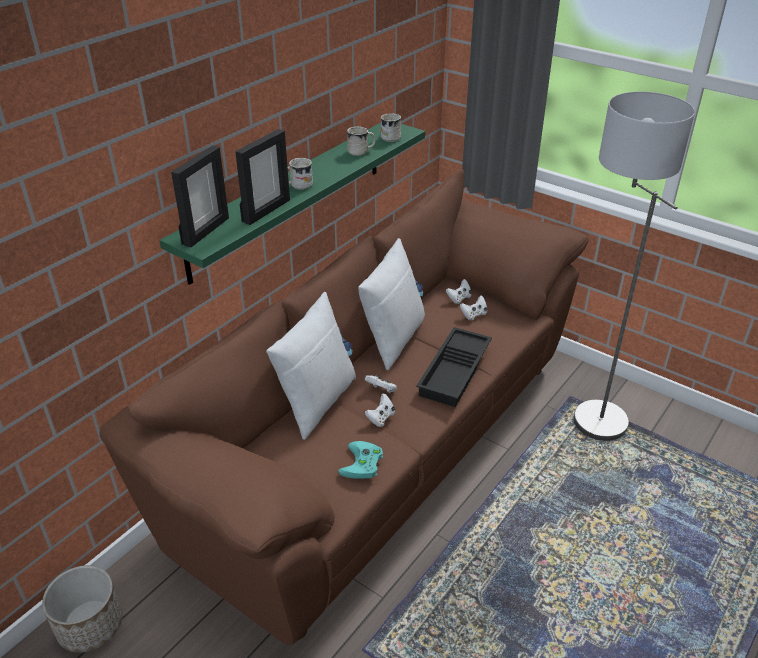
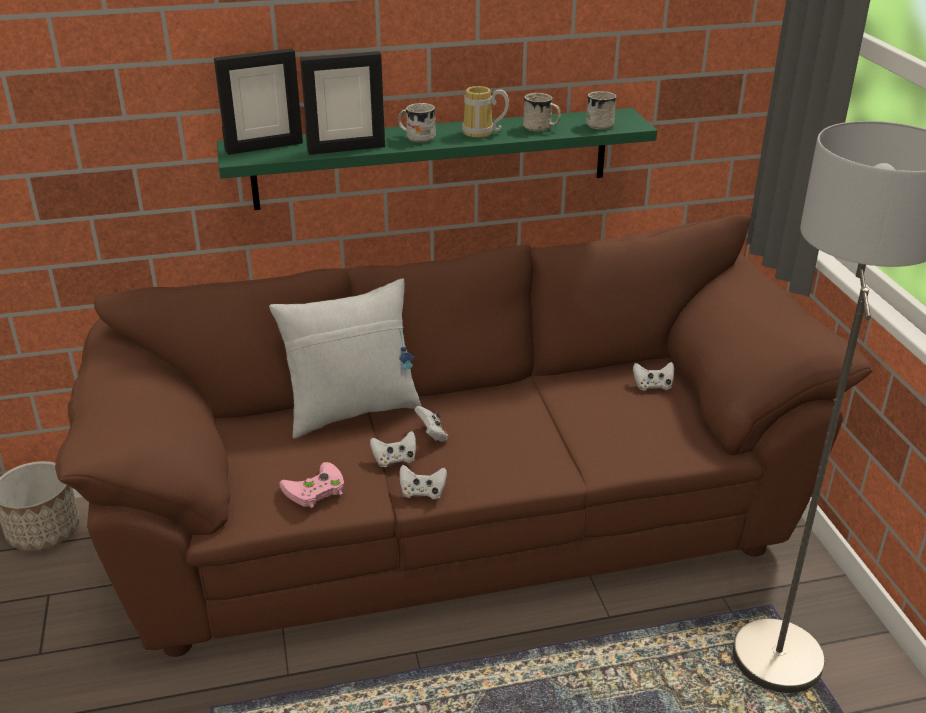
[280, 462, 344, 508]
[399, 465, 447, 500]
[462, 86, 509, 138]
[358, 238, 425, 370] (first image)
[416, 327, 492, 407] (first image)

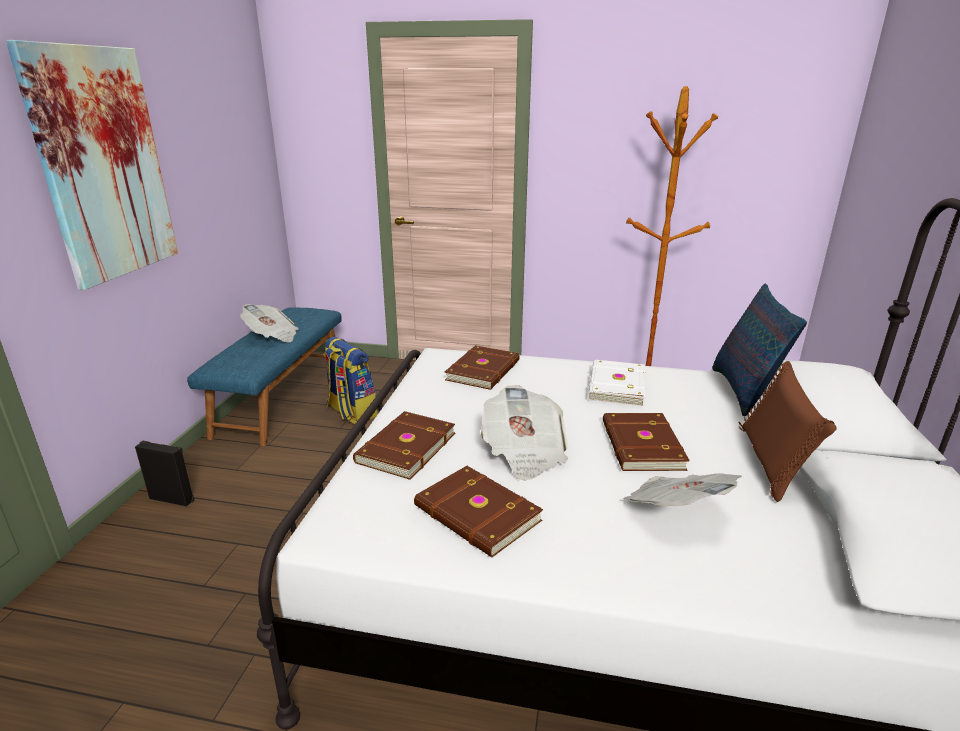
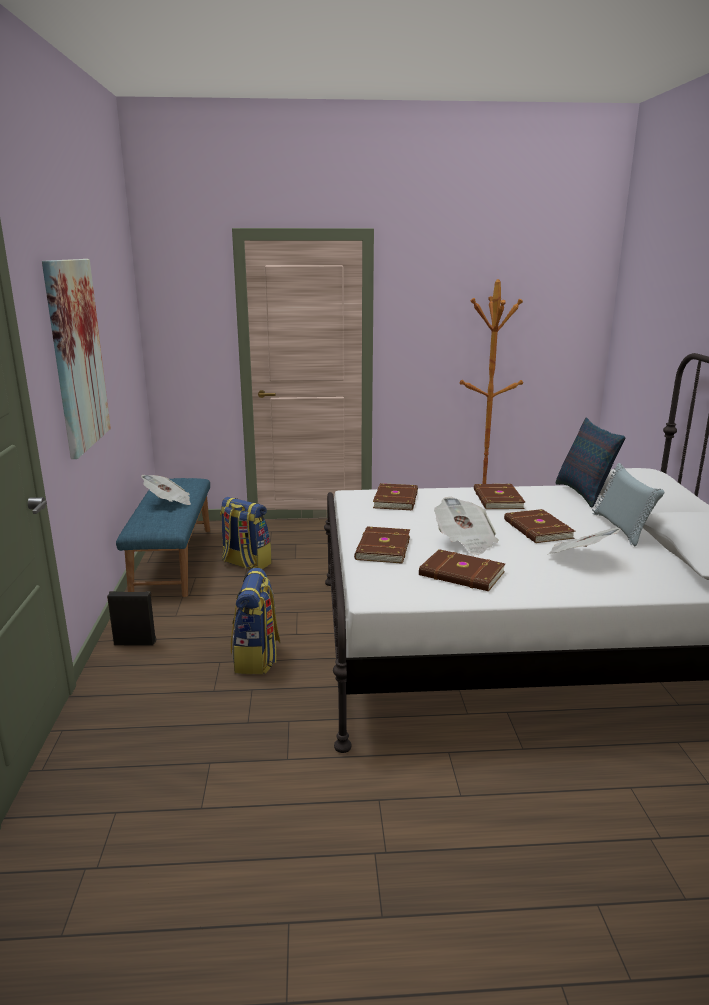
[231, 568, 281, 674]
[474, 484, 525, 509]
[592, 463, 664, 546]

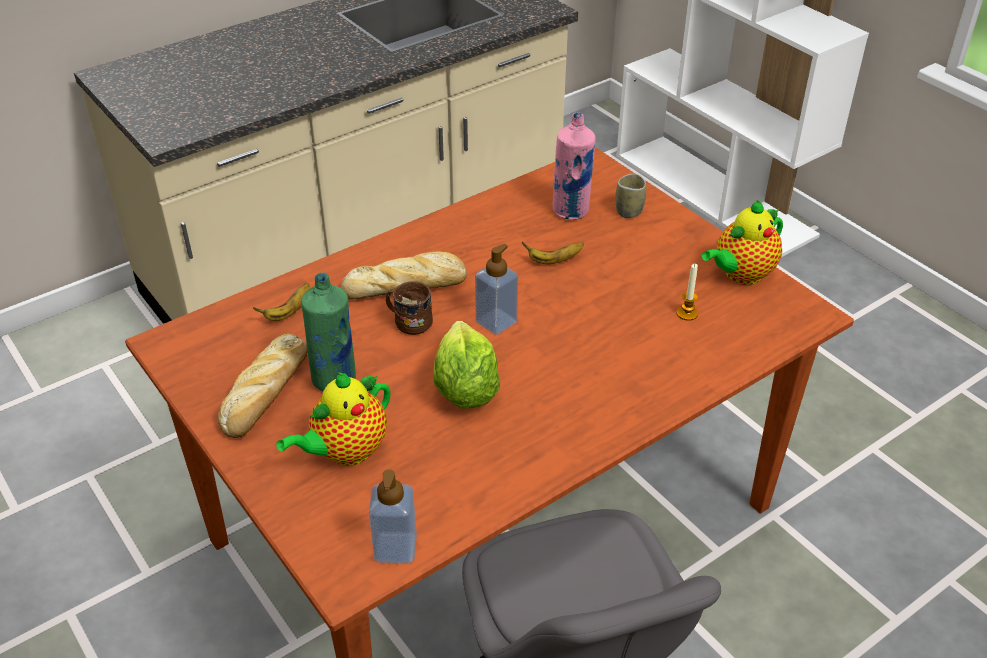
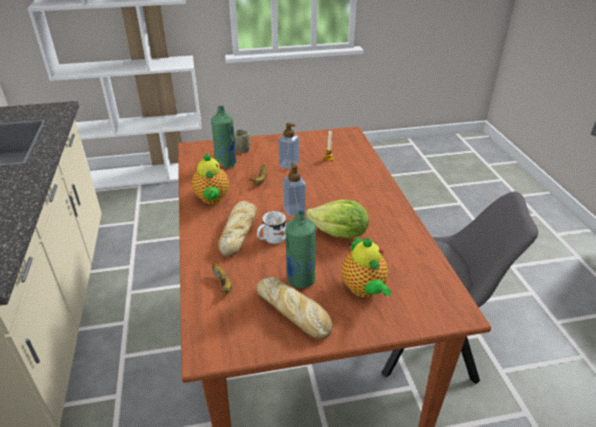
[192, 153, 229, 204]
[211, 105, 237, 169]
[257, 211, 286, 245]
[279, 123, 299, 169]

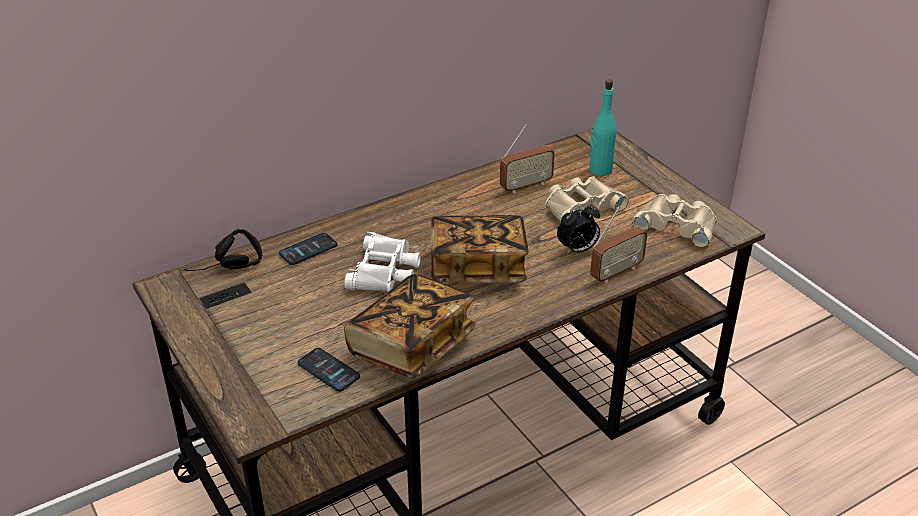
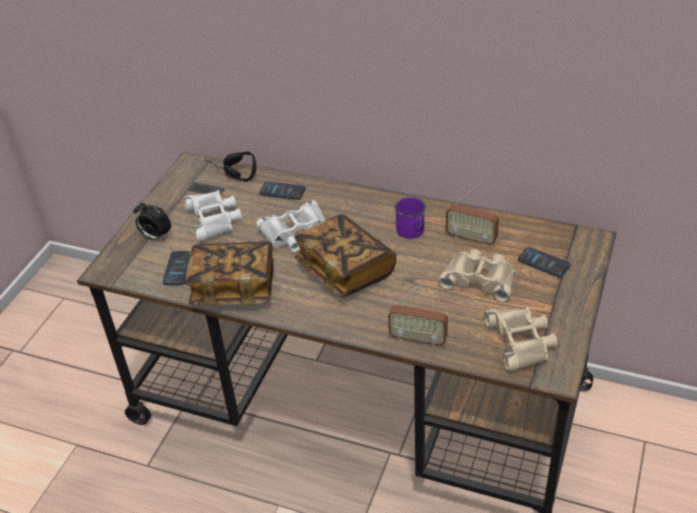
[133, 201, 171, 241]
[184, 190, 242, 242]
[395, 197, 426, 239]
[518, 247, 570, 277]

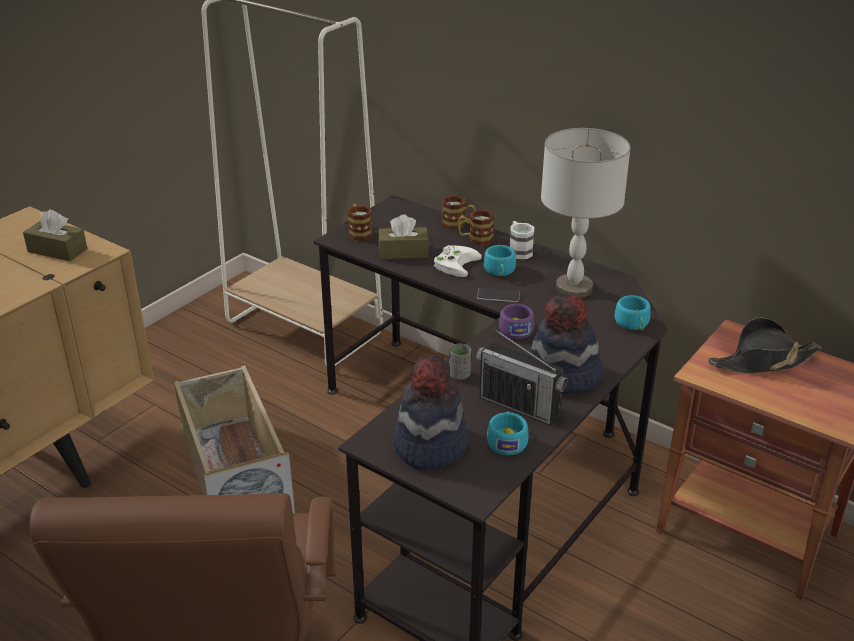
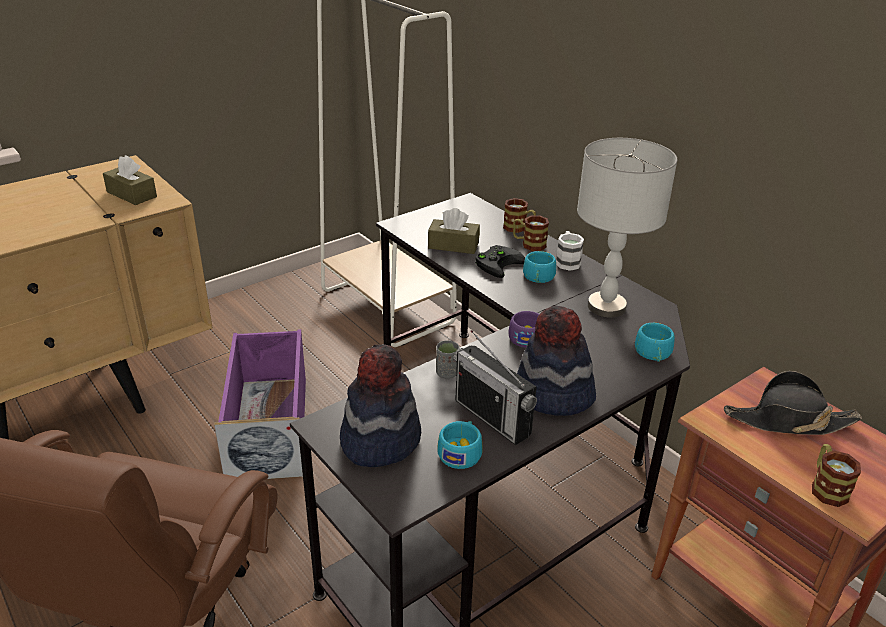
[214, 329, 306, 479]
[475, 245, 525, 278]
[812, 444, 861, 507]
[477, 288, 520, 302] (first image)

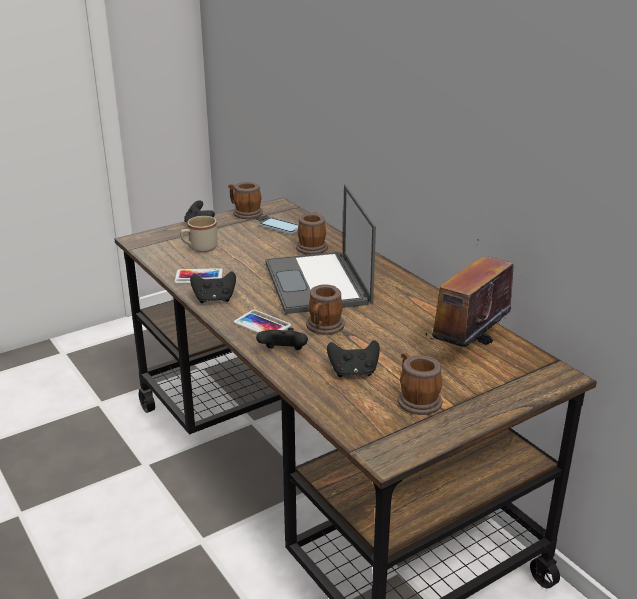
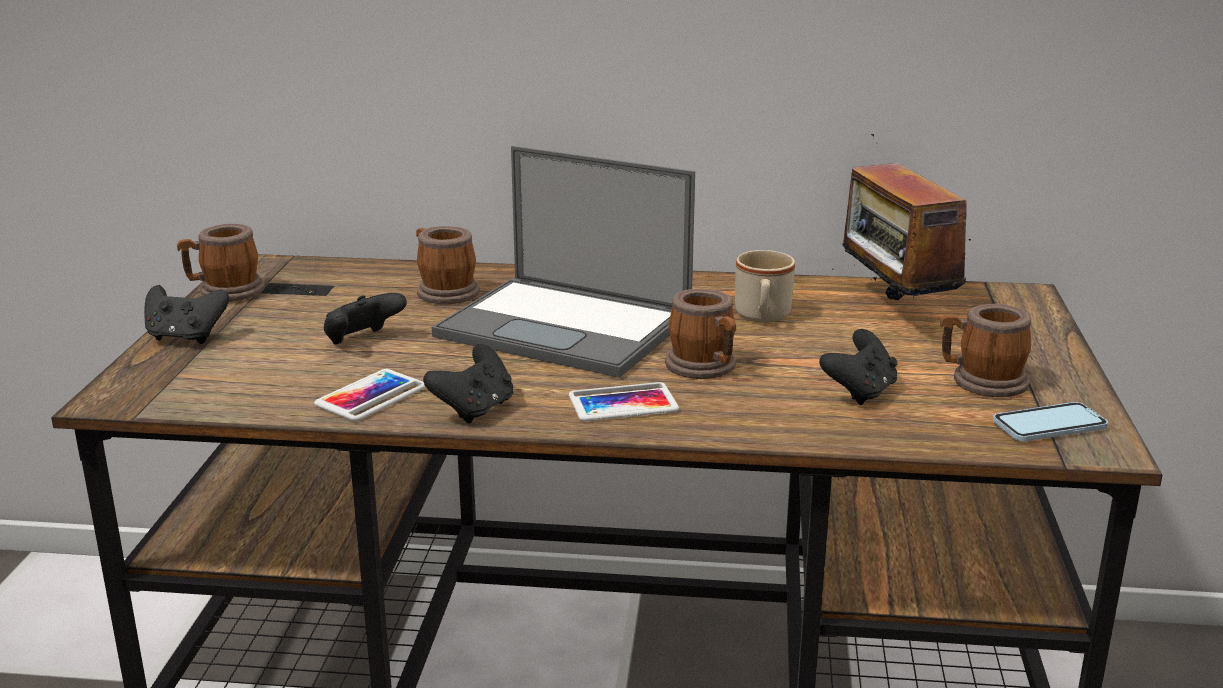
[324, 293, 407, 345]
[735, 250, 795, 322]
[993, 402, 1108, 441]

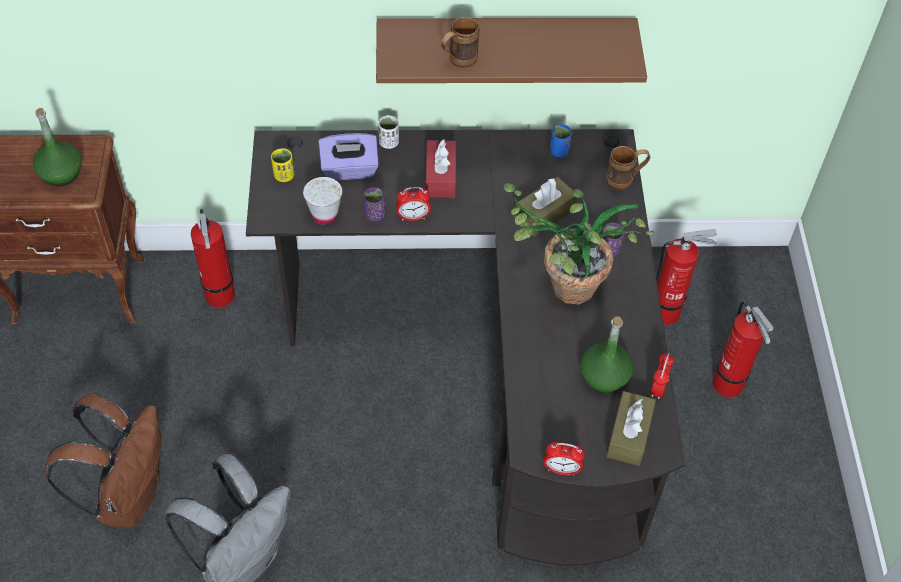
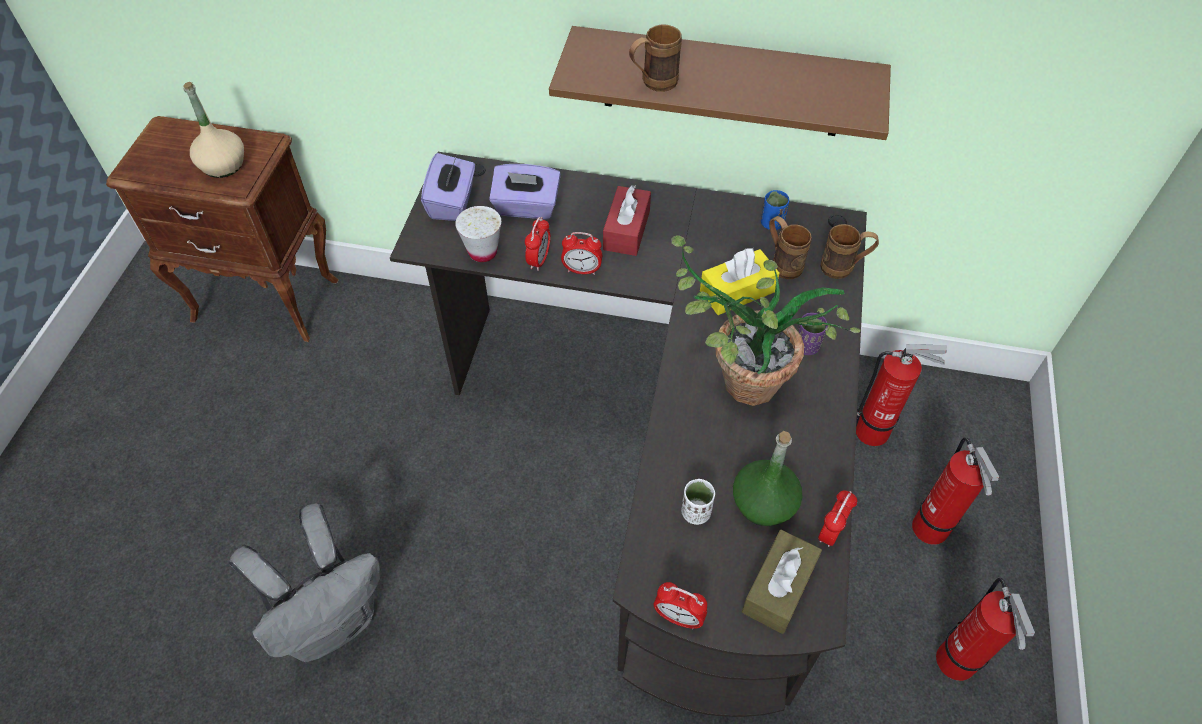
[183, 82, 244, 178]
[421, 153, 475, 221]
[525, 217, 550, 271]
[681, 479, 715, 525]
[700, 248, 780, 315]
[769, 216, 812, 279]
[936, 578, 1035, 681]
[46, 393, 161, 528] (first image)

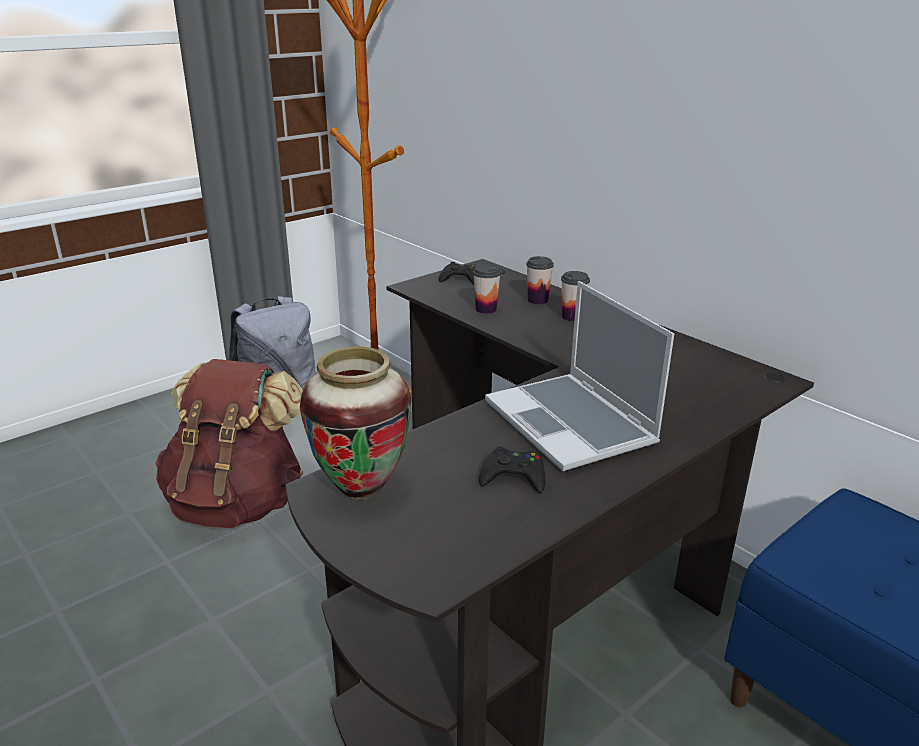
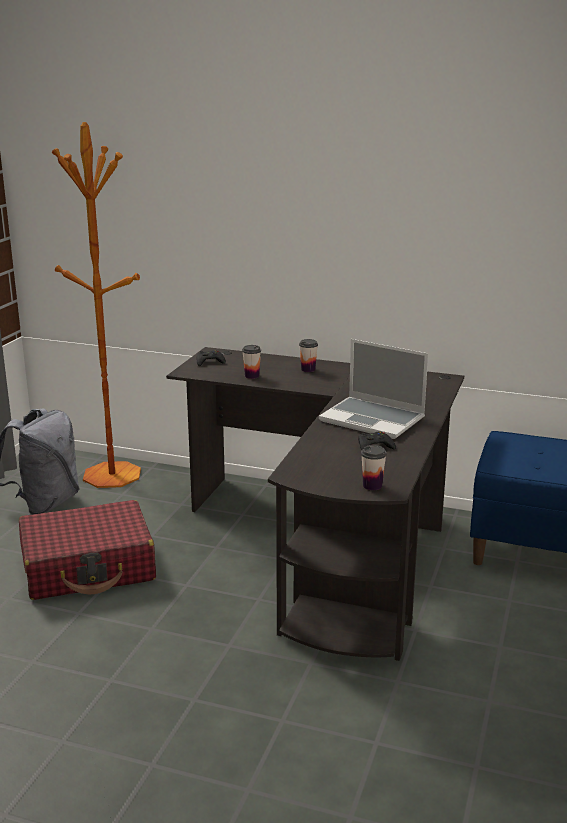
[19, 500, 156, 600]
[361, 445, 387, 491]
[300, 346, 411, 501] (first image)

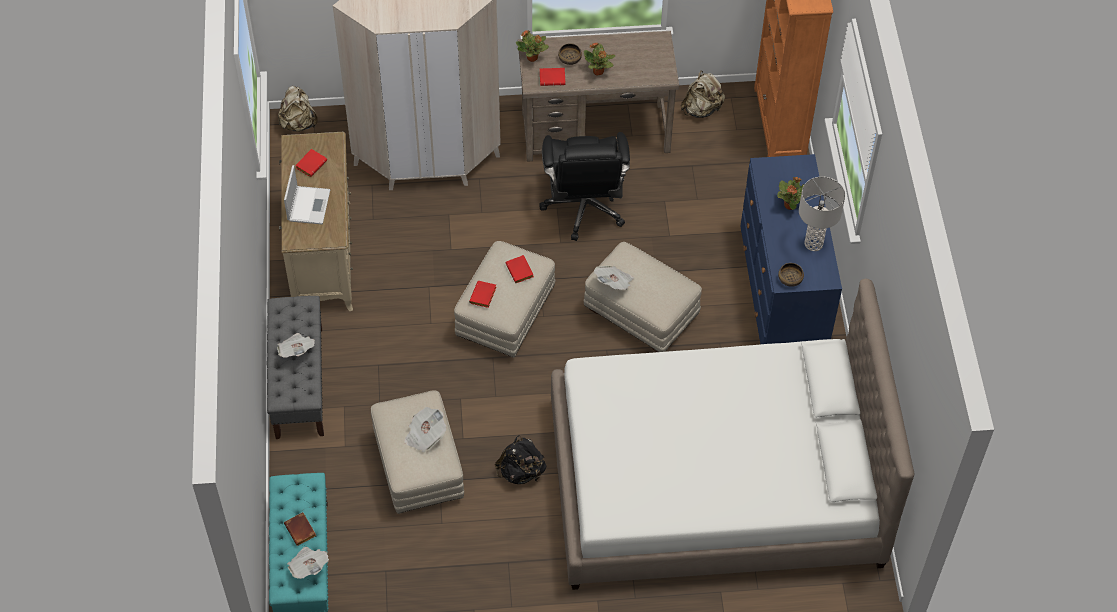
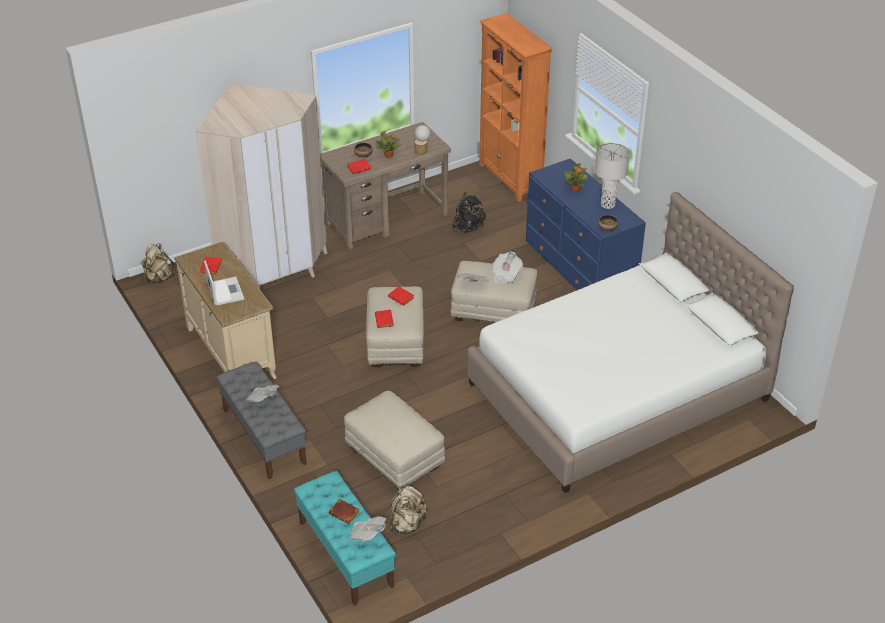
[389, 486, 427, 535]
[415, 125, 431, 155]
[452, 192, 486, 232]
[492, 252, 523, 284]
[516, 30, 549, 62] (first image)
[539, 132, 630, 241] (first image)

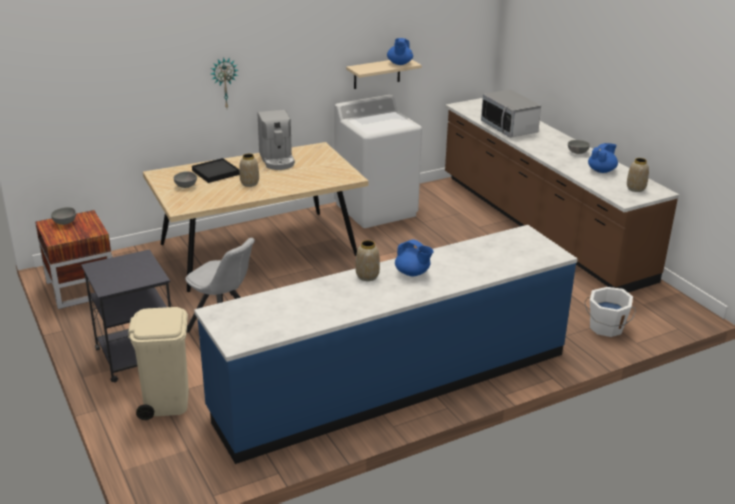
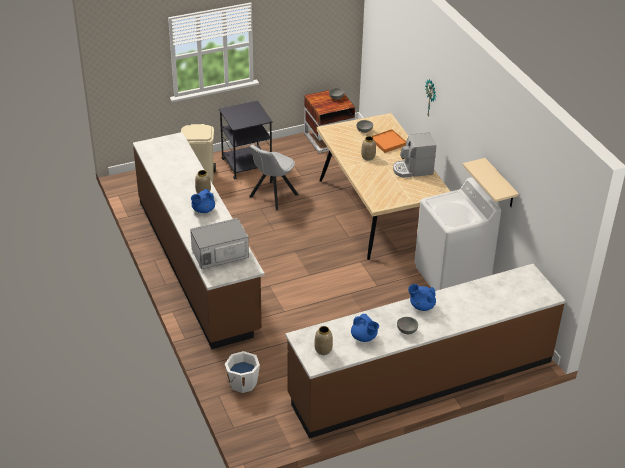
[133, 132, 265, 349]
[190, 218, 249, 269]
[371, 129, 406, 153]
[408, 284, 436, 311]

